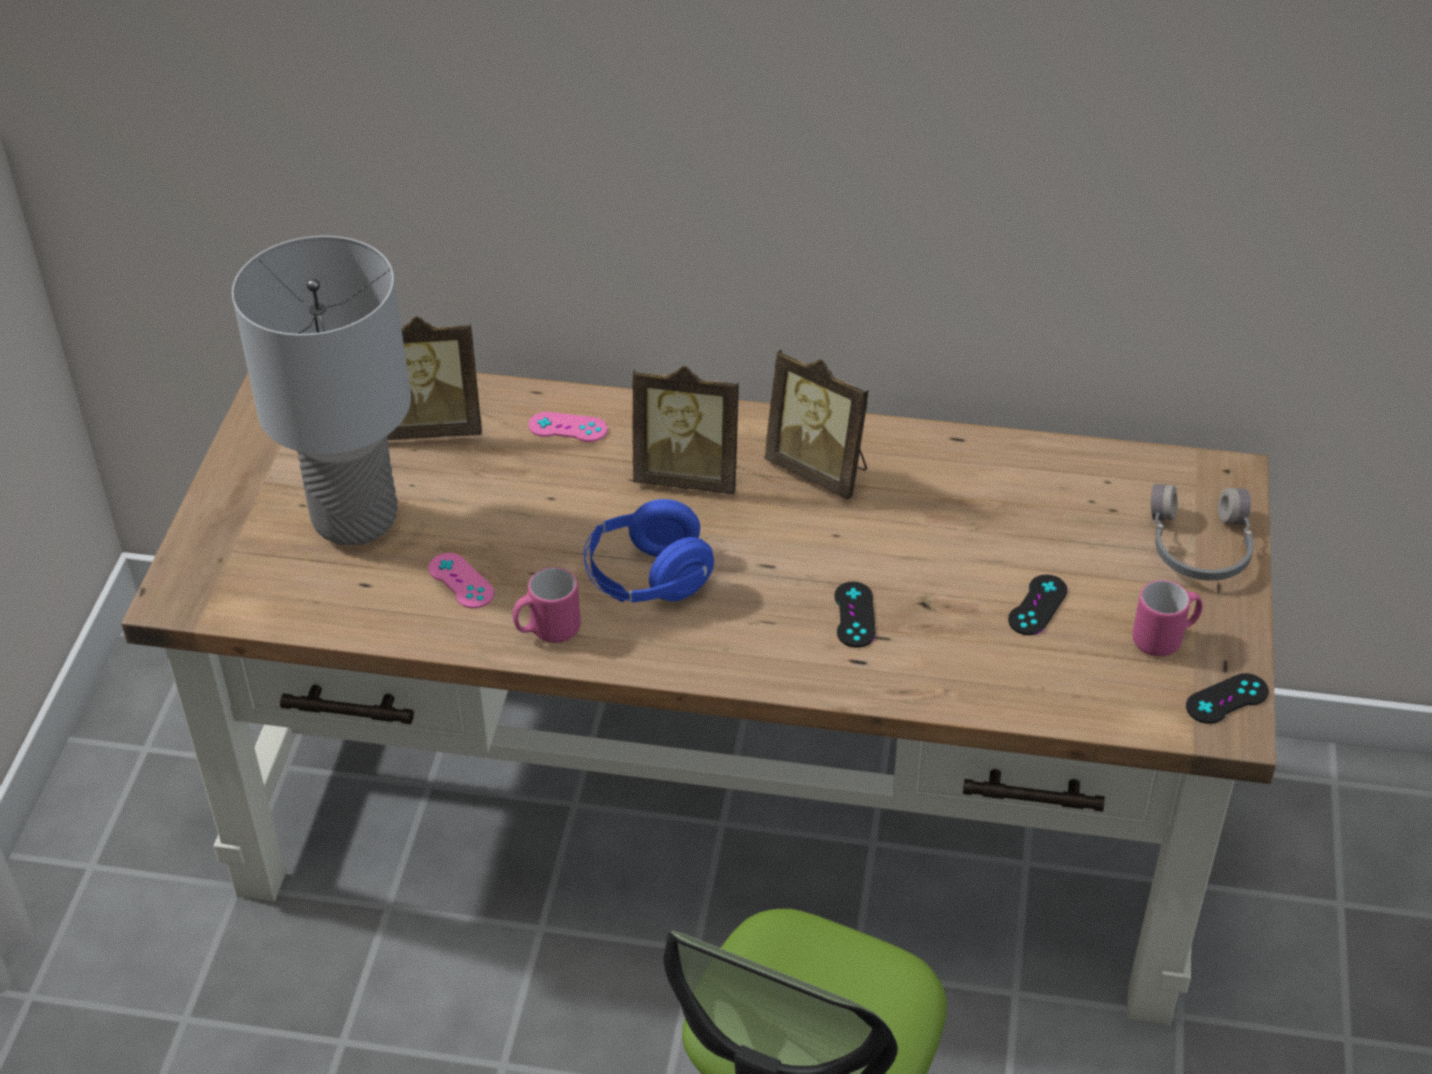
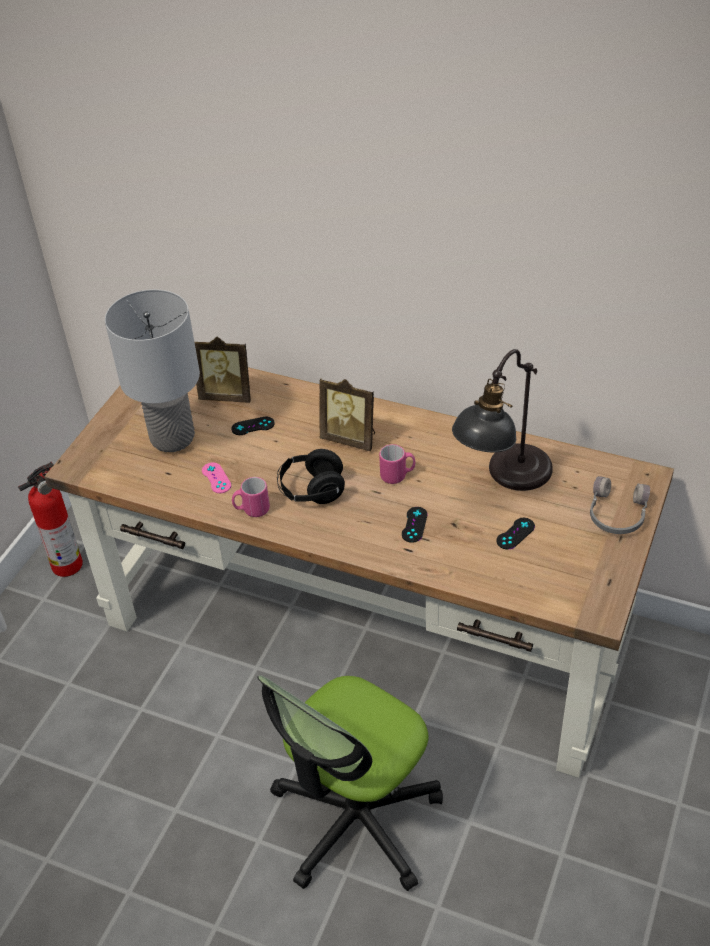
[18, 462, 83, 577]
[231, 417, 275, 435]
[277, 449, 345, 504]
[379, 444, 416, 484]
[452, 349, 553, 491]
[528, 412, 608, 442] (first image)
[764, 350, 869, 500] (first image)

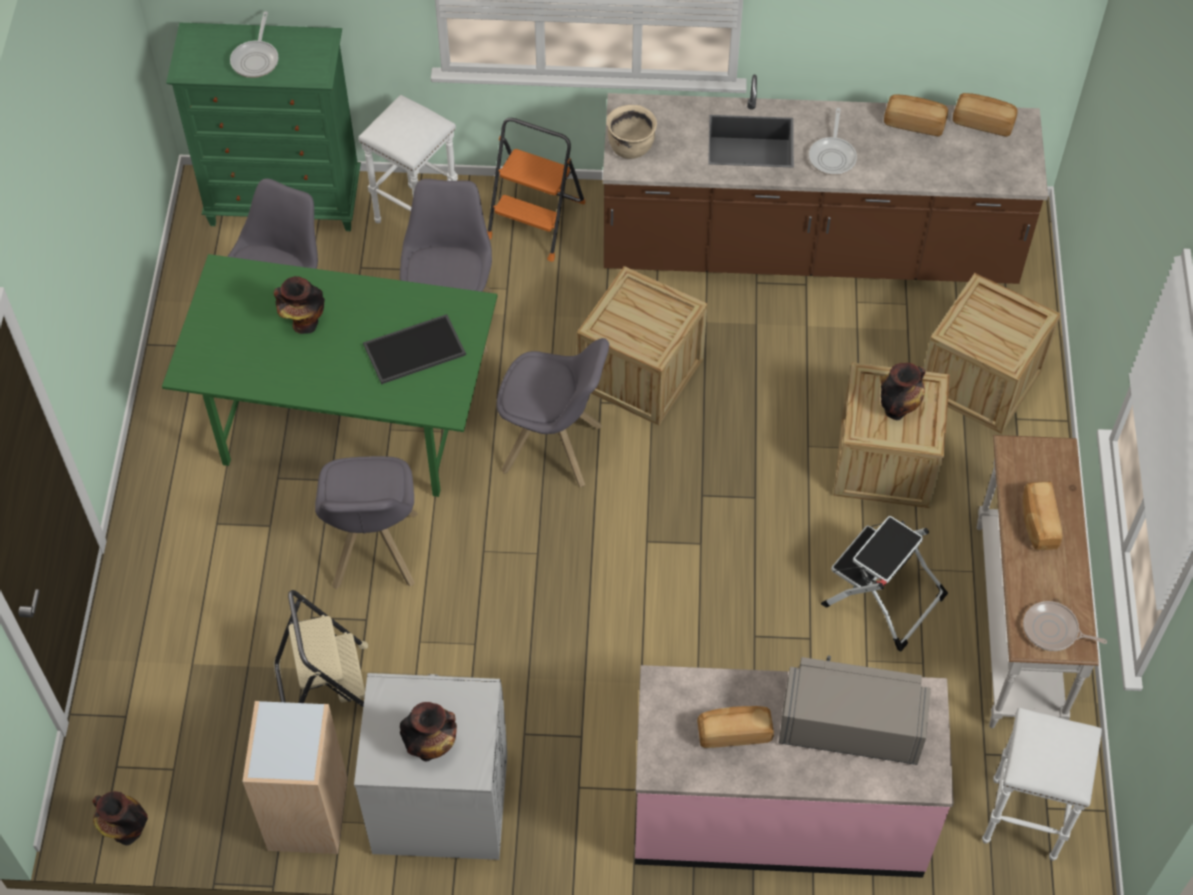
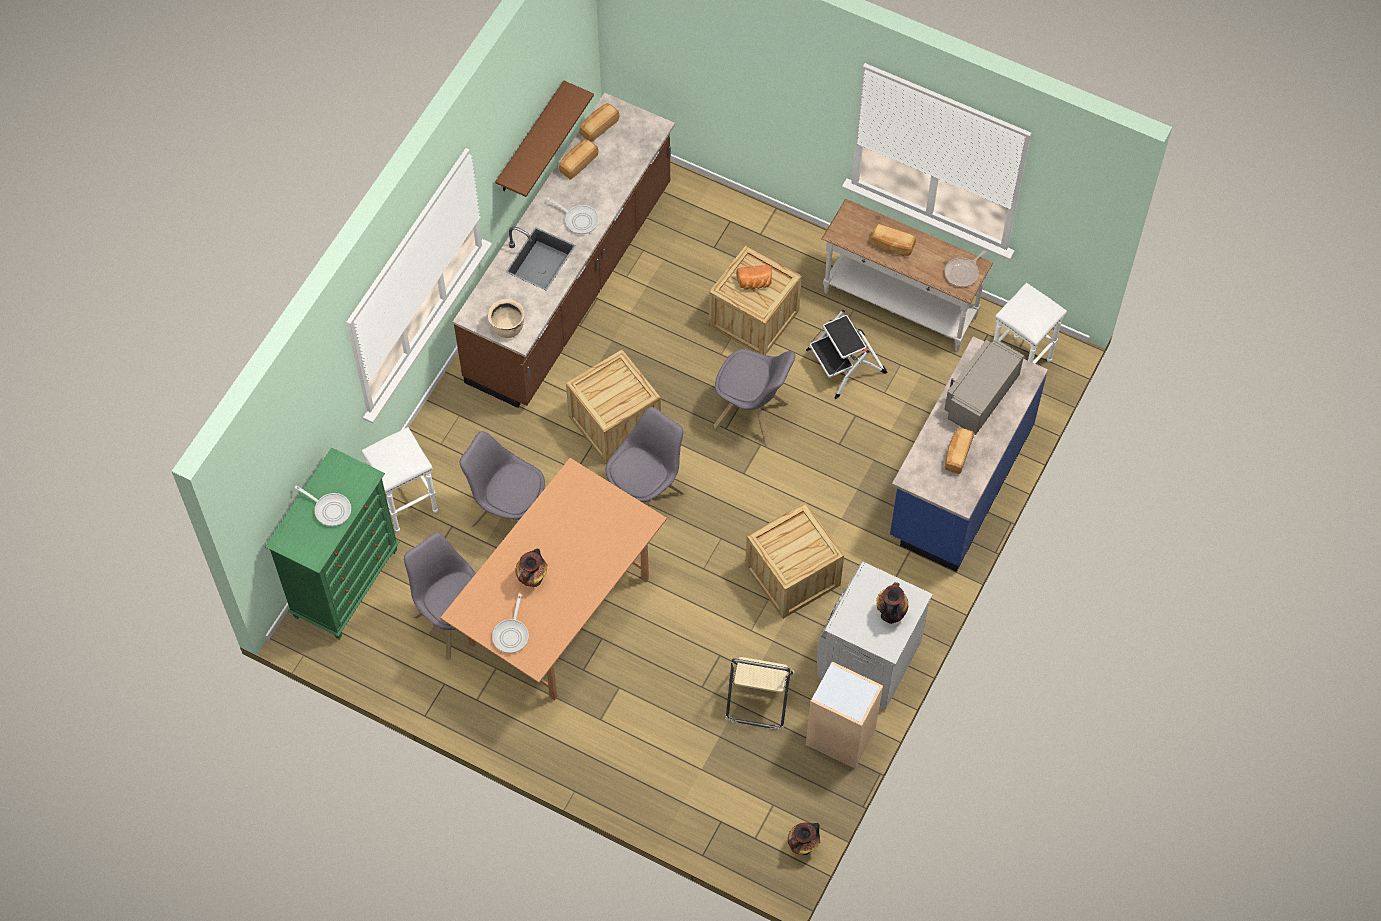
[440, 458, 667, 700]
[492, 594, 529, 653]
[495, 81, 594, 197]
[713, 349, 795, 446]
[736, 265, 772, 290]
[745, 503, 844, 619]
[890, 337, 1048, 572]
[363, 314, 466, 384] (first image)
[487, 118, 585, 262] (first image)

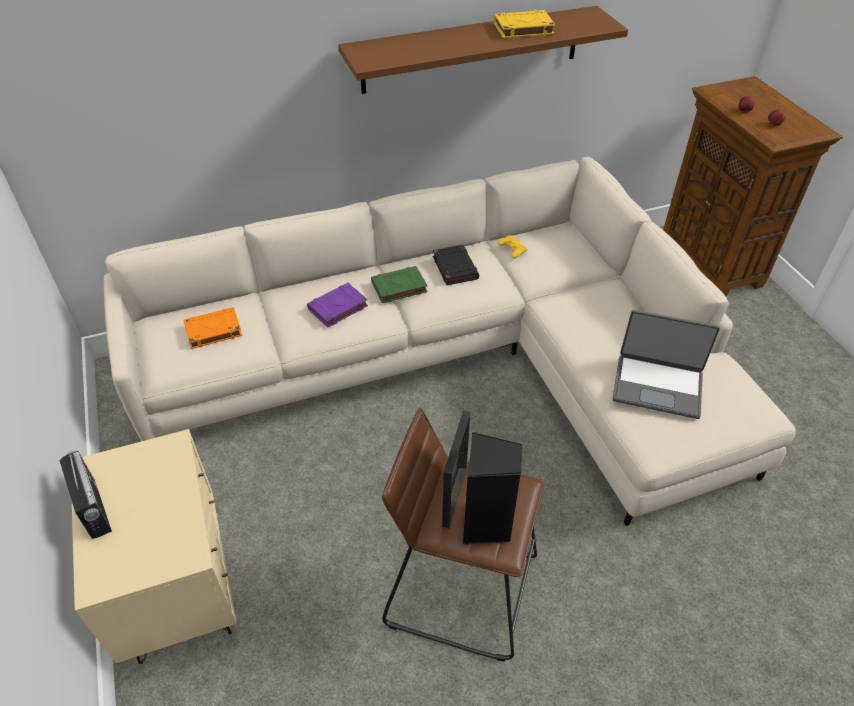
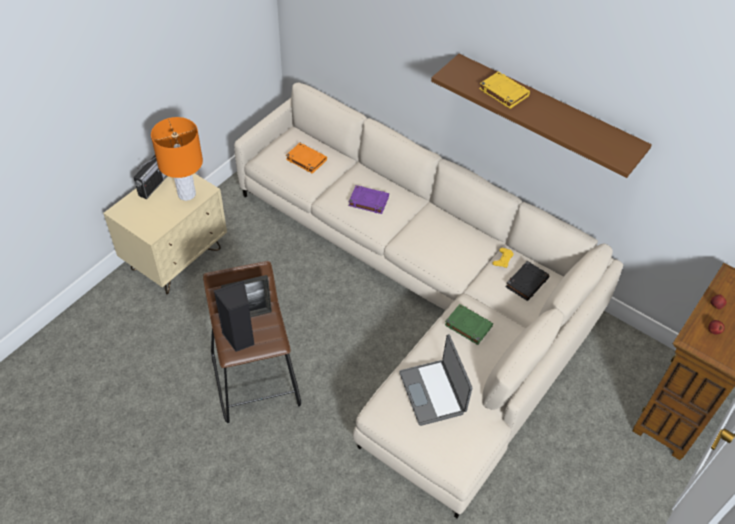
[151, 117, 203, 201]
[445, 304, 493, 345]
[479, 71, 530, 109]
[506, 261, 549, 301]

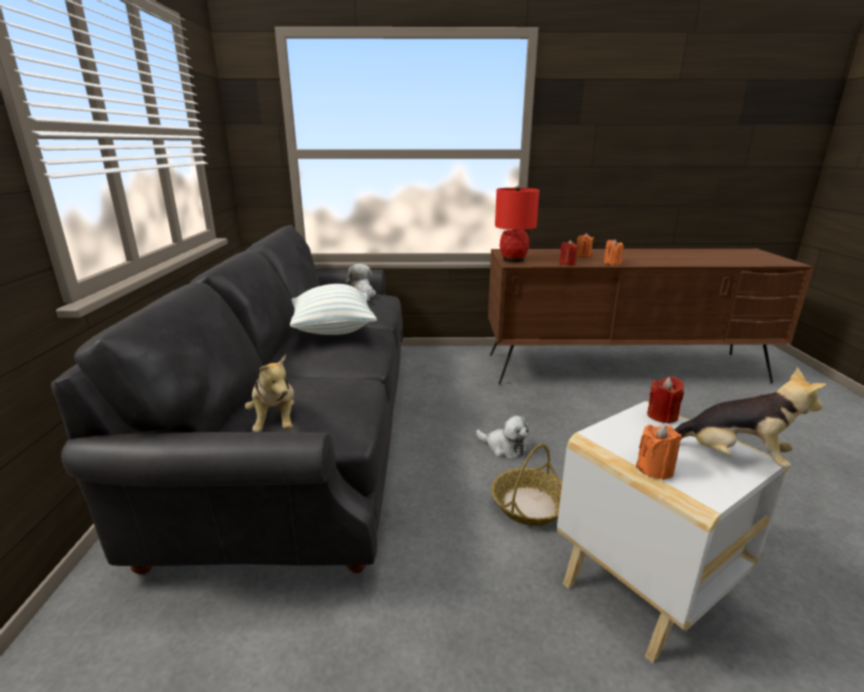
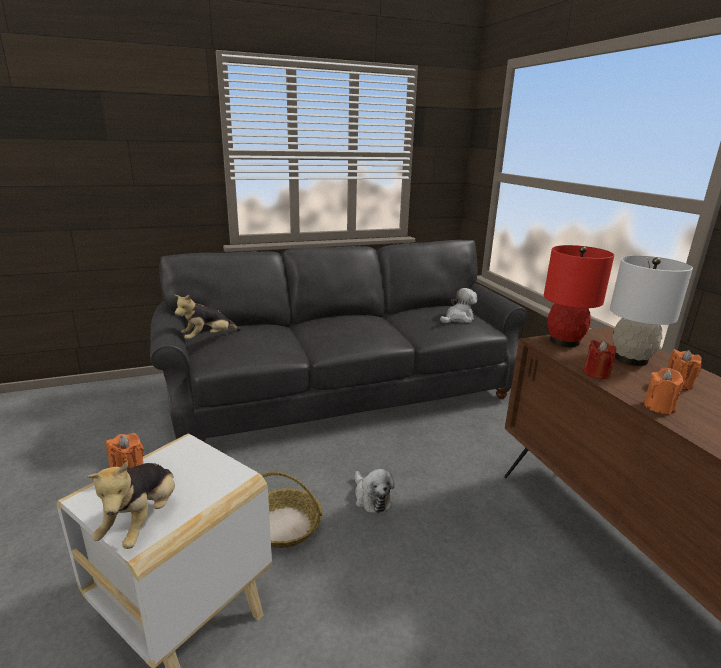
[355, 469, 395, 514]
[610, 256, 693, 366]
[290, 284, 377, 335] (first image)
[647, 376, 684, 424] (first image)

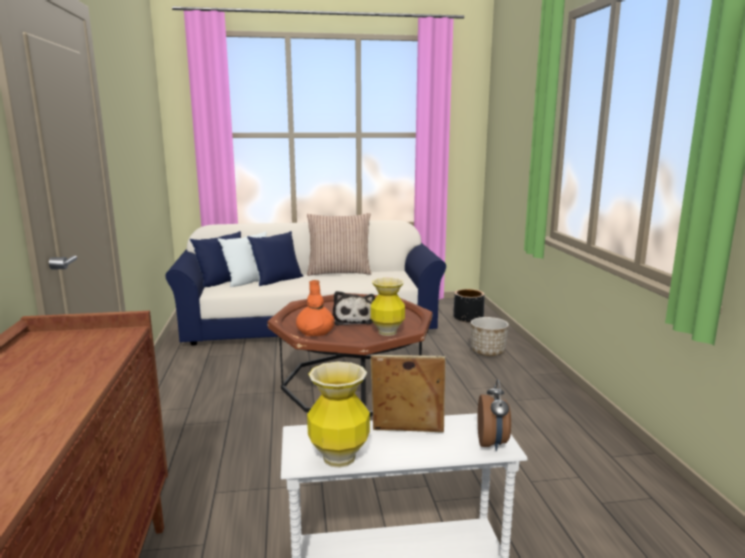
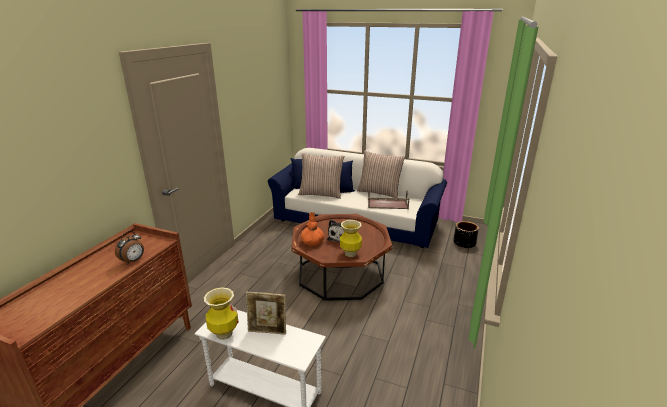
[115, 231, 144, 264]
[246, 292, 286, 335]
[298, 153, 344, 199]
[368, 190, 410, 209]
[471, 317, 509, 356] (first image)

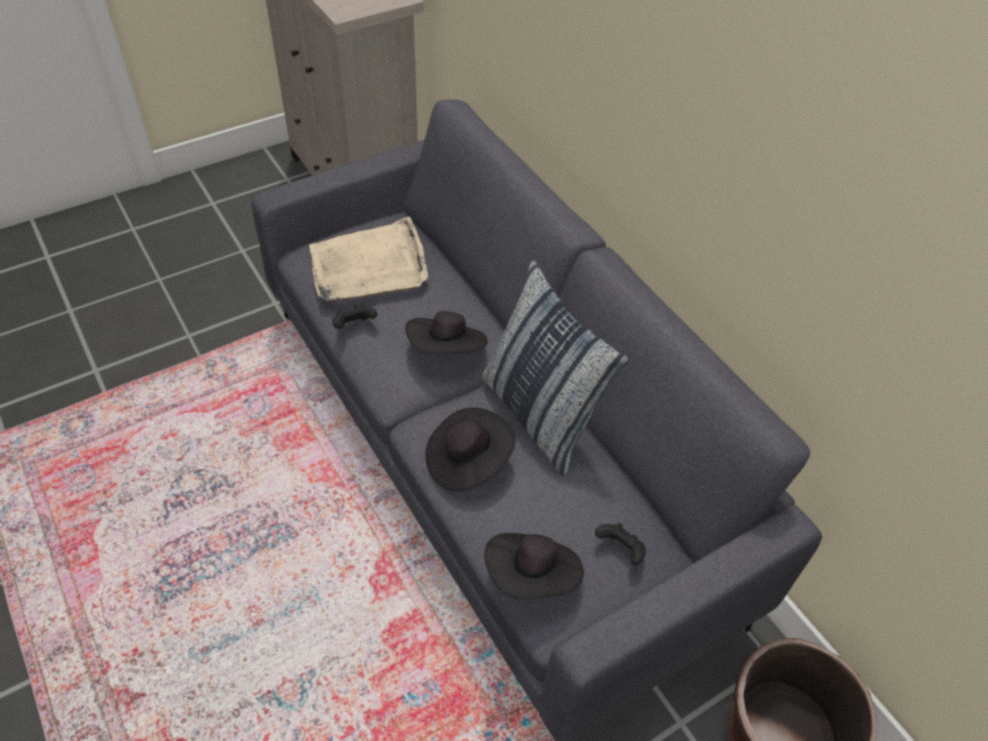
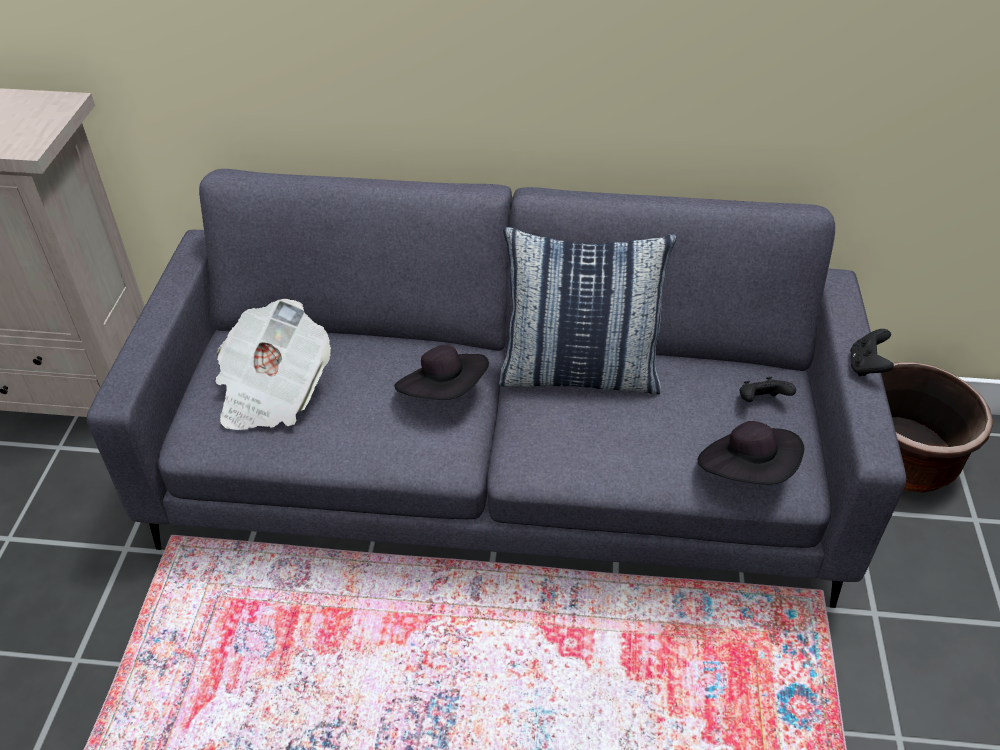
[215, 299, 331, 430]
[850, 329, 894, 377]
[425, 407, 515, 491] (first image)

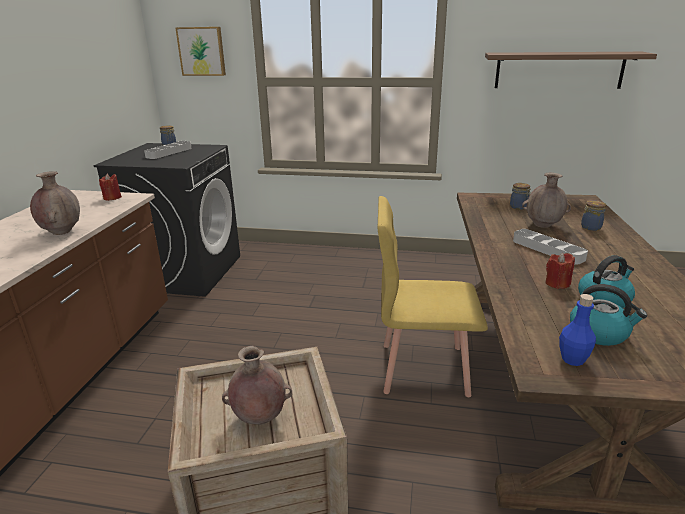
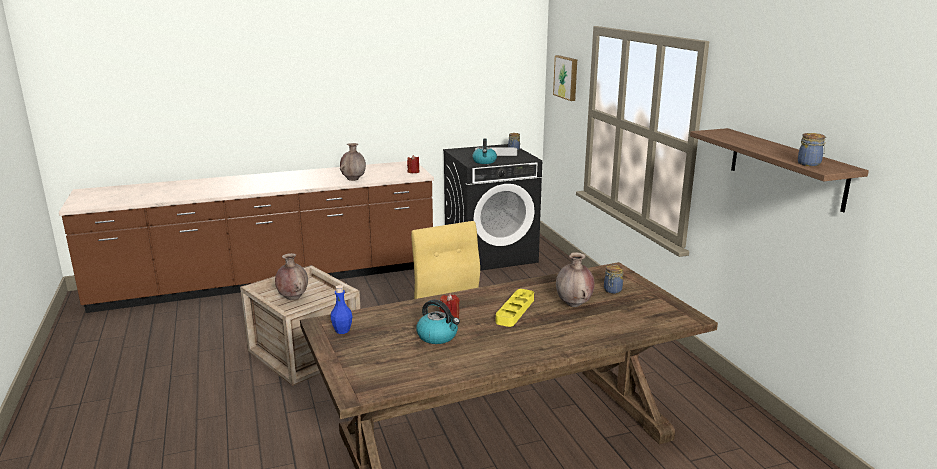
[472, 138, 497, 164]
[496, 289, 534, 327]
[798, 133, 827, 166]

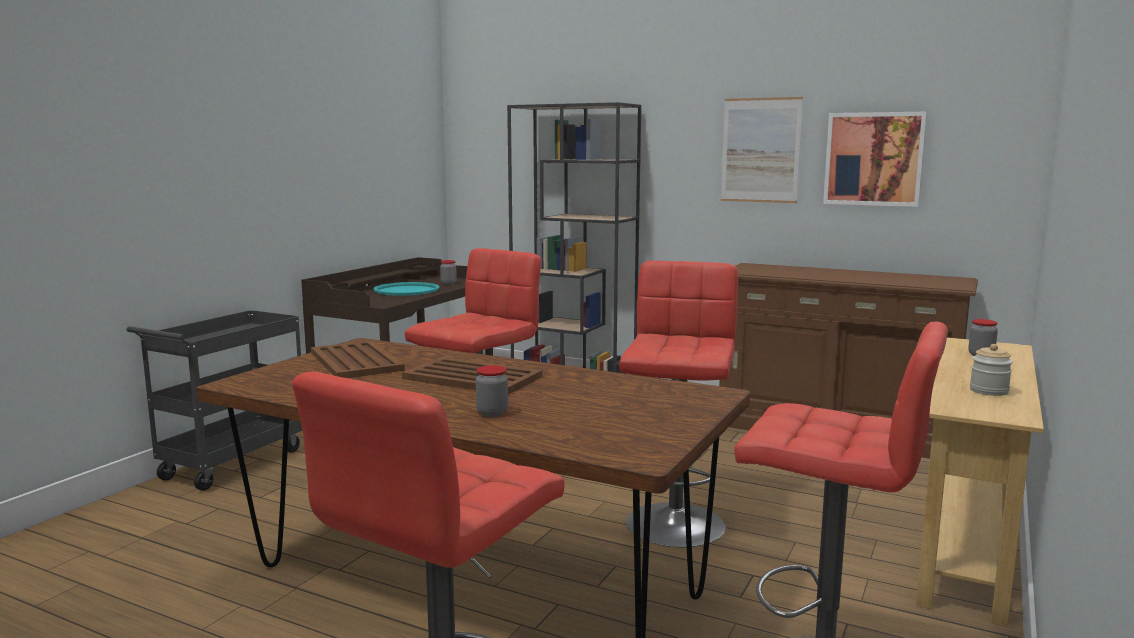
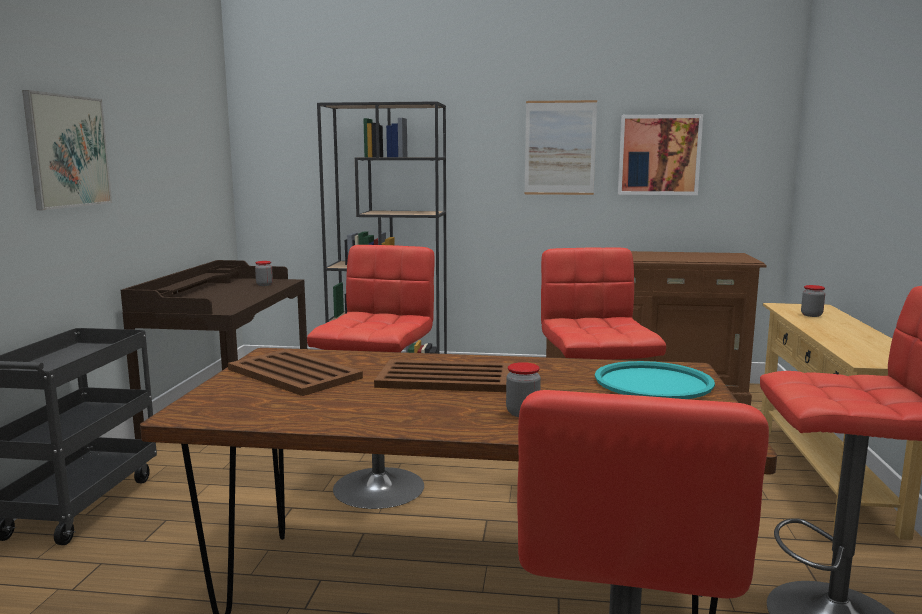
[22, 90, 112, 210]
[595, 361, 715, 399]
[970, 344, 1013, 396] (first image)

